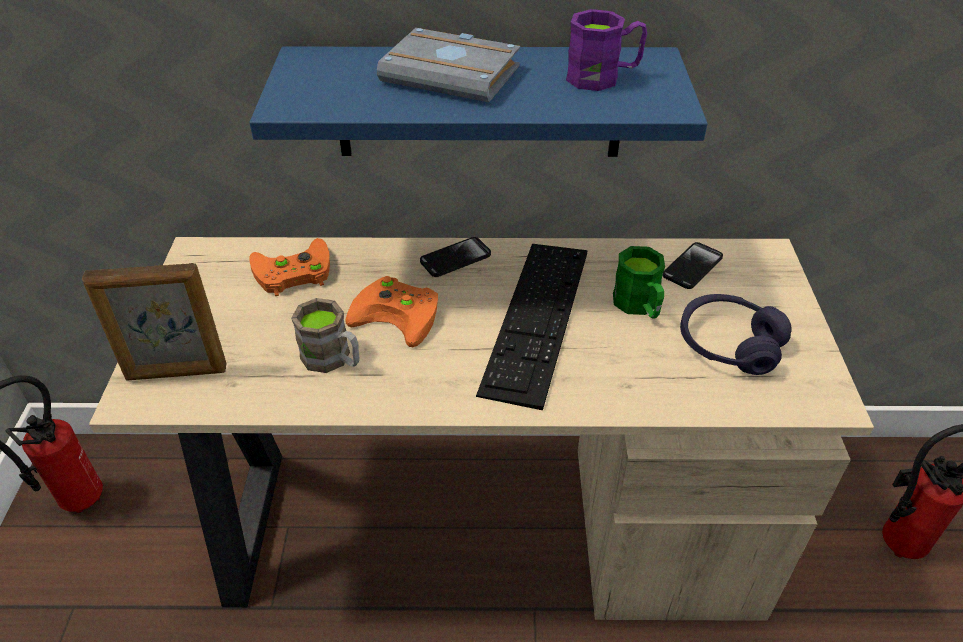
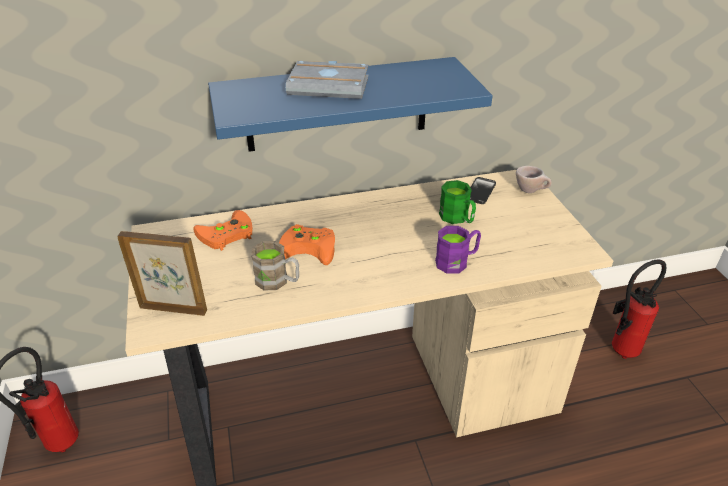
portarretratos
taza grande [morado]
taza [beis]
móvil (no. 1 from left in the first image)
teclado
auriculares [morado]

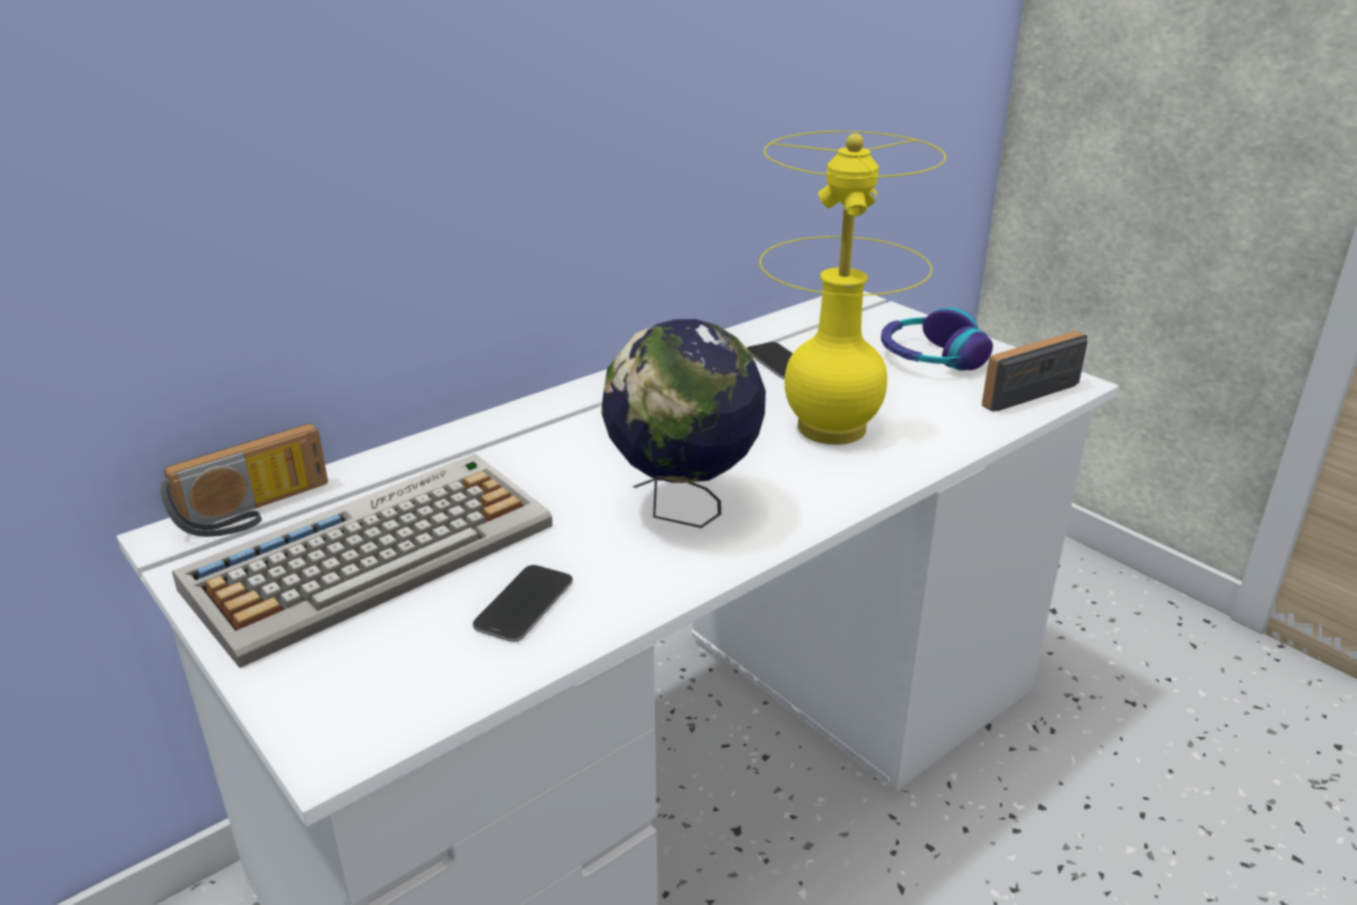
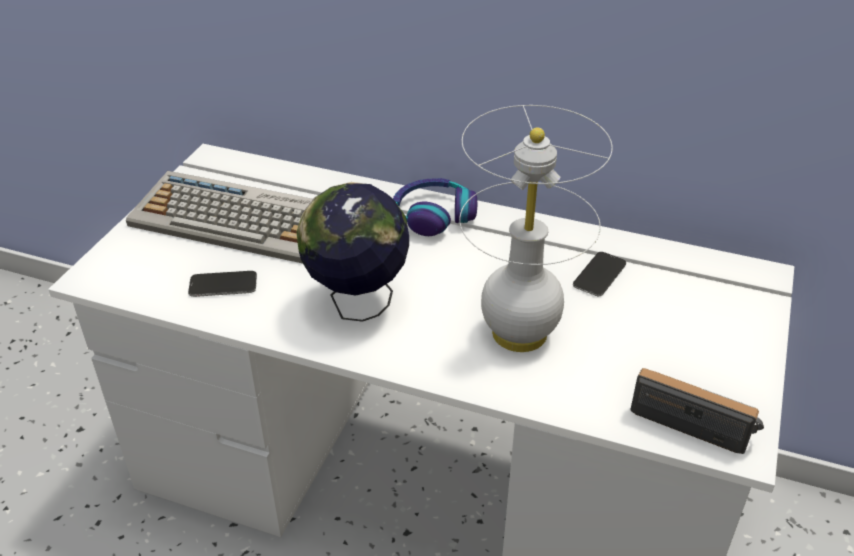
auriculares
lámpara de mesa [blanco]
radio (no. 1 from left in the first image)

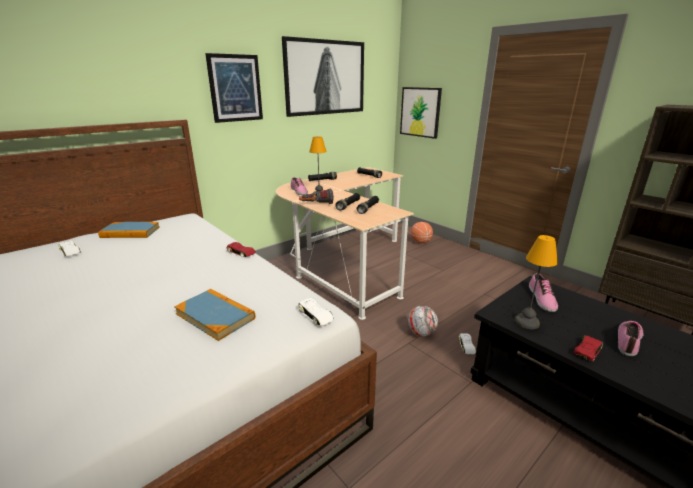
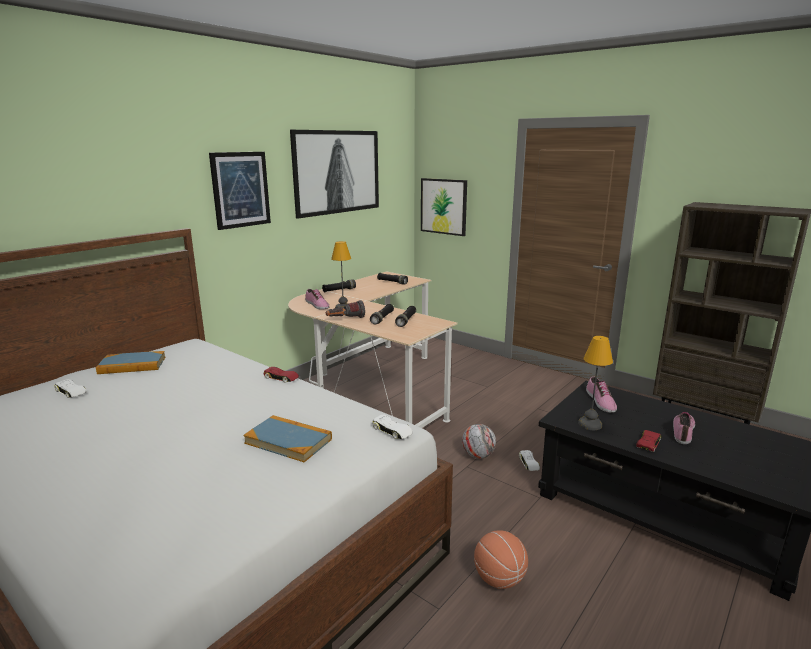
balón de baloncesto

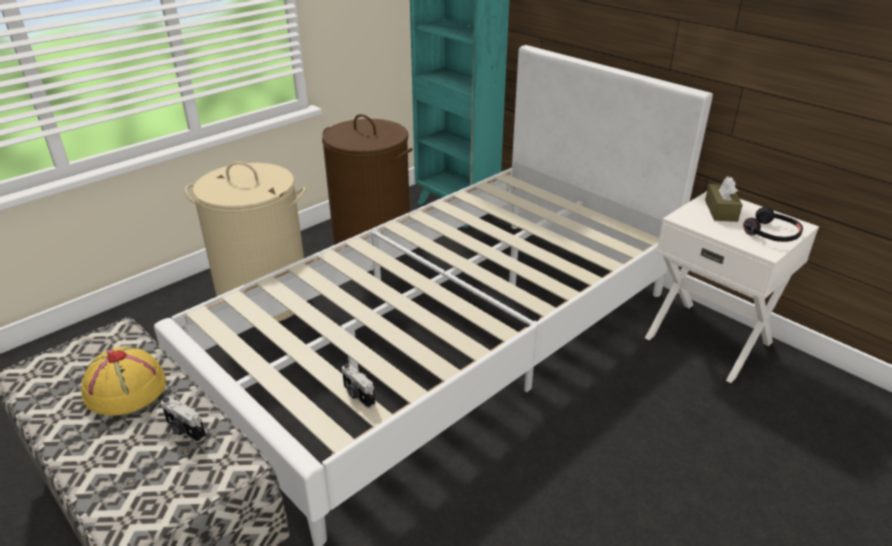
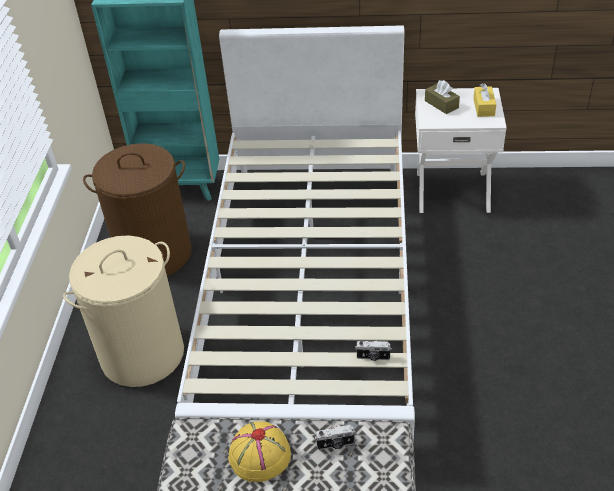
caja de pañuelos [amarillo]

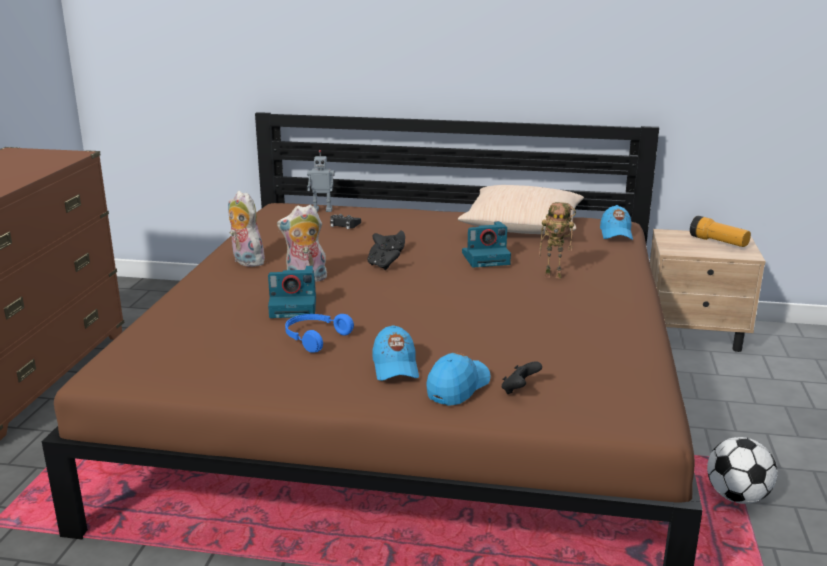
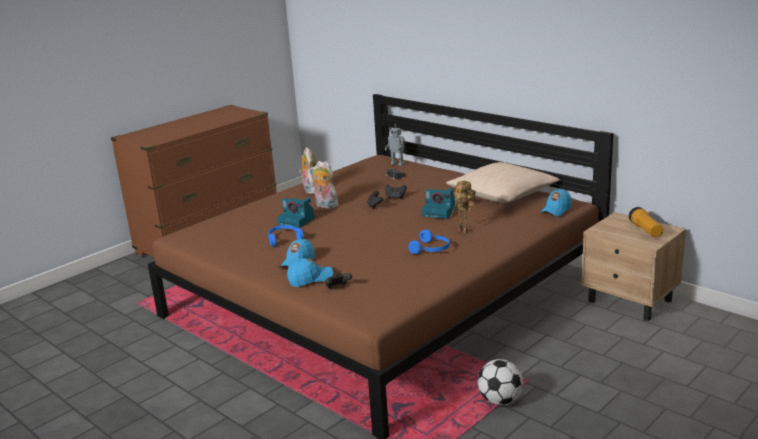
auriculares [azul] (no. 2 from left)

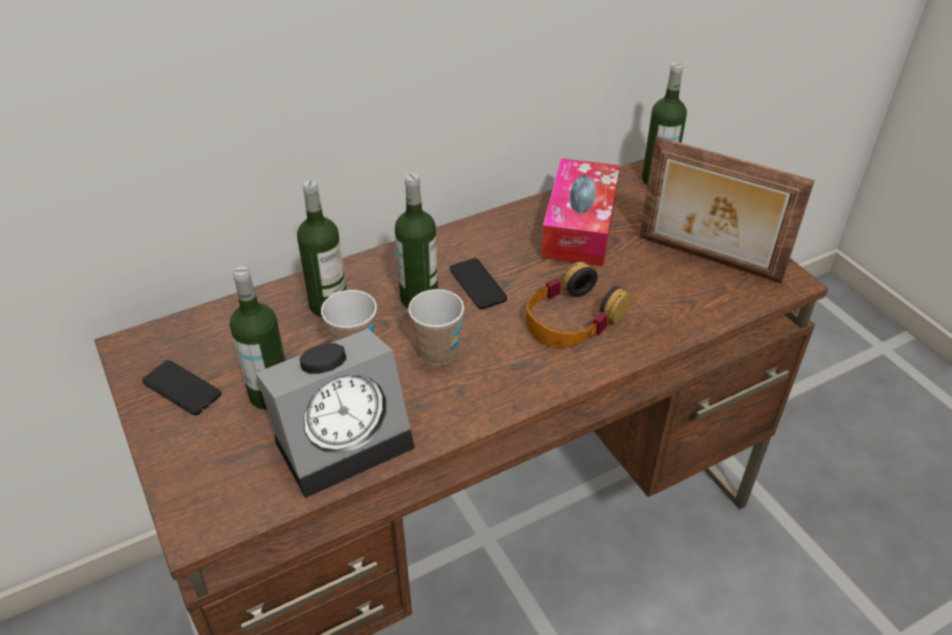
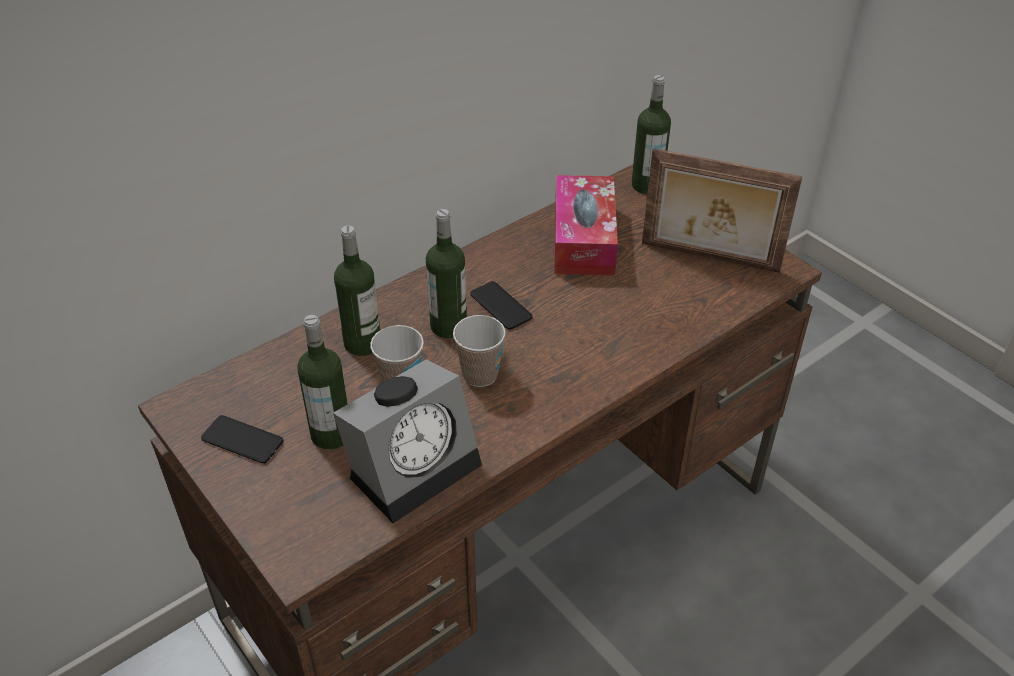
auriculares

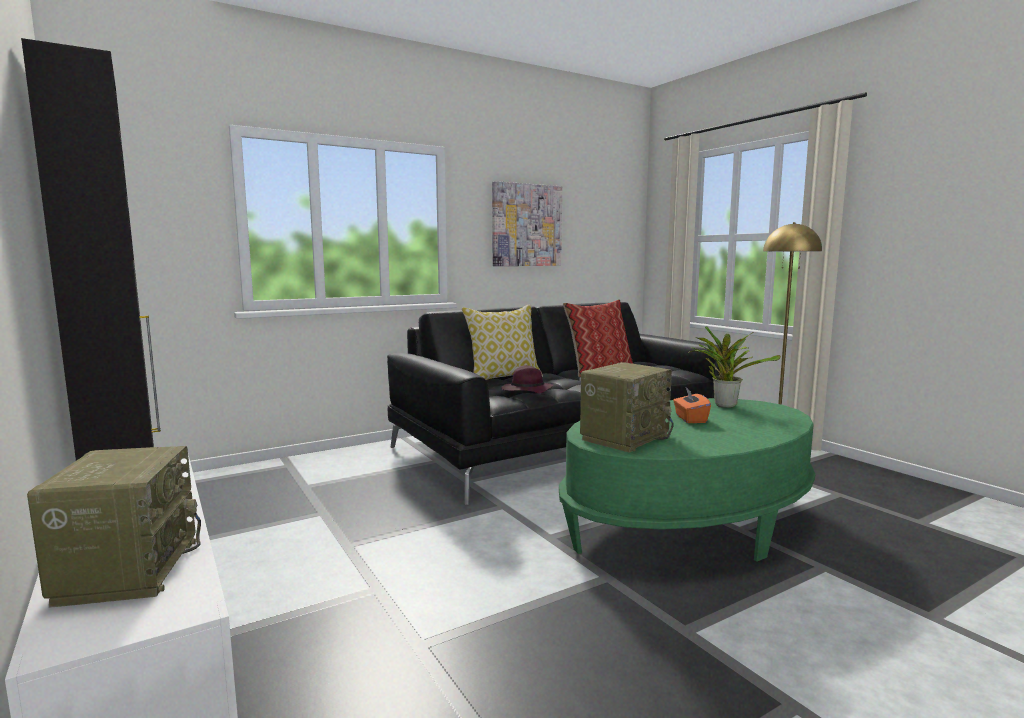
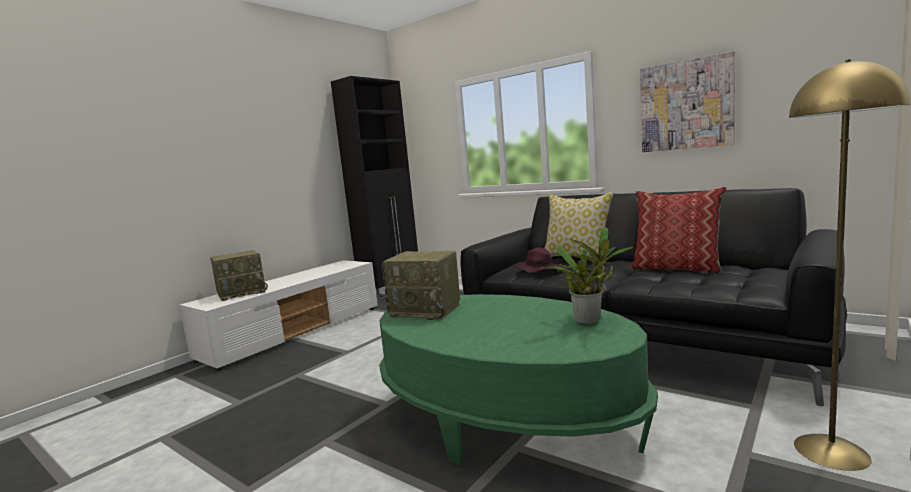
caja de pañuelos [naranja]

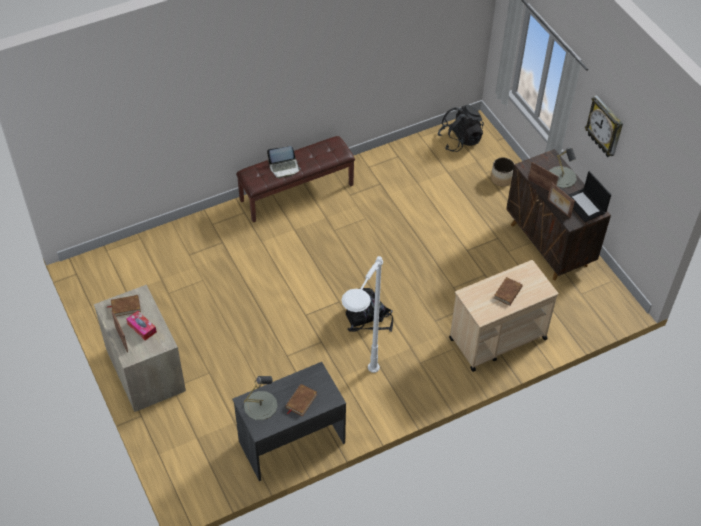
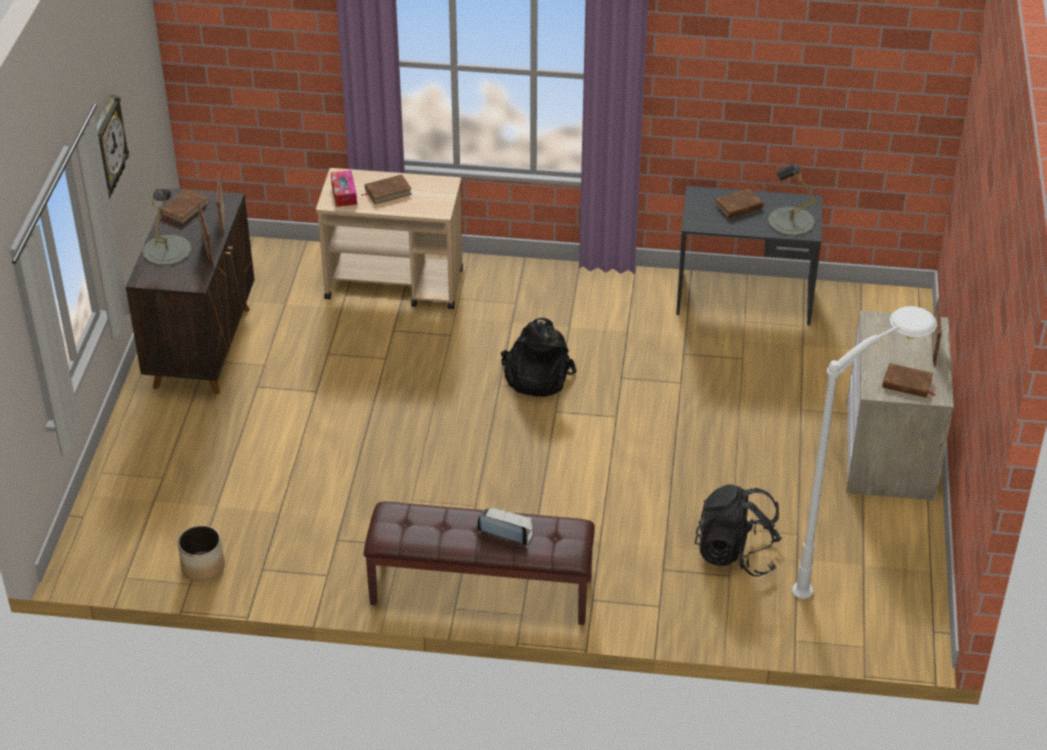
libro [marrón] (no. 1 from left)
maceta
caja de pañuelos
mochila [negro] (no. 2 from left)
lámpara de pie [blanco]

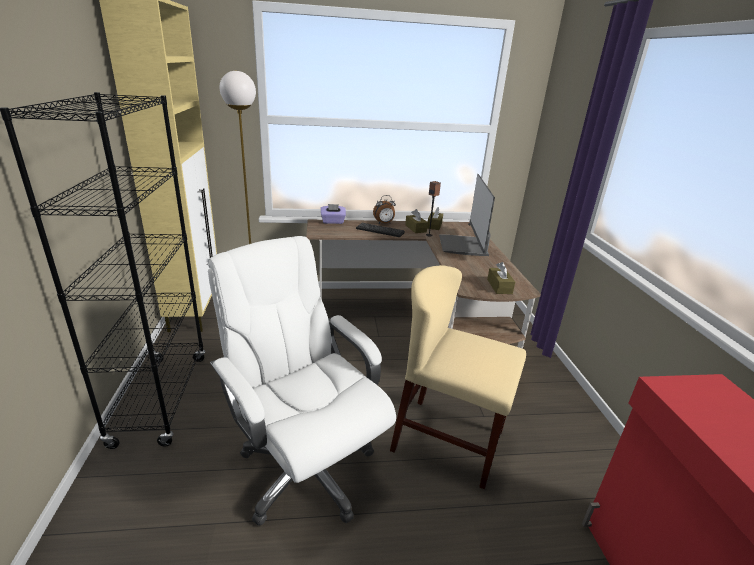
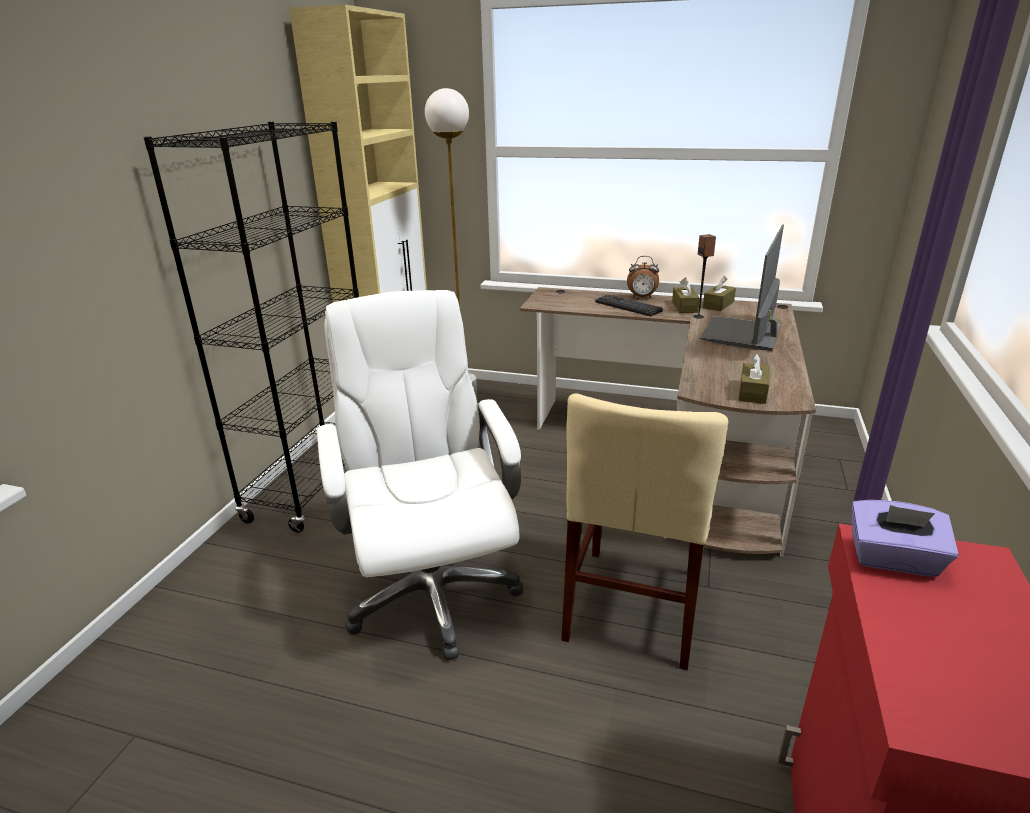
silla [beis]
caja de pañuelos [morado]

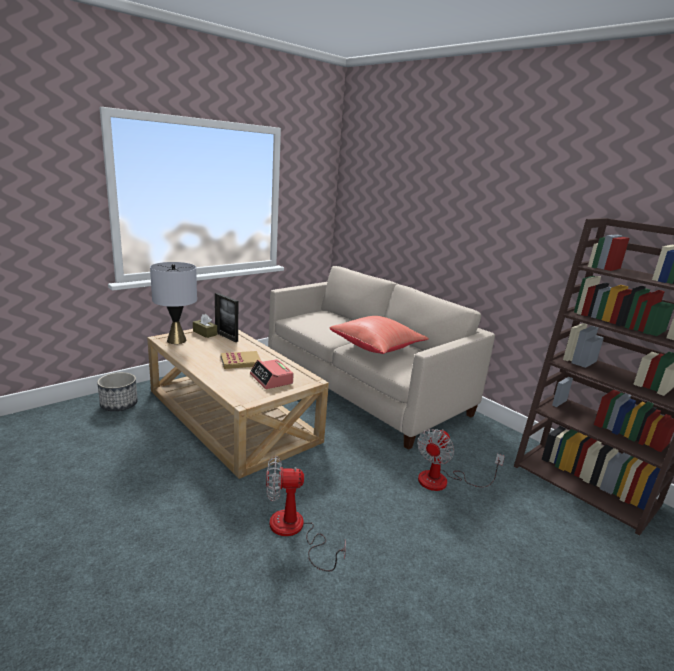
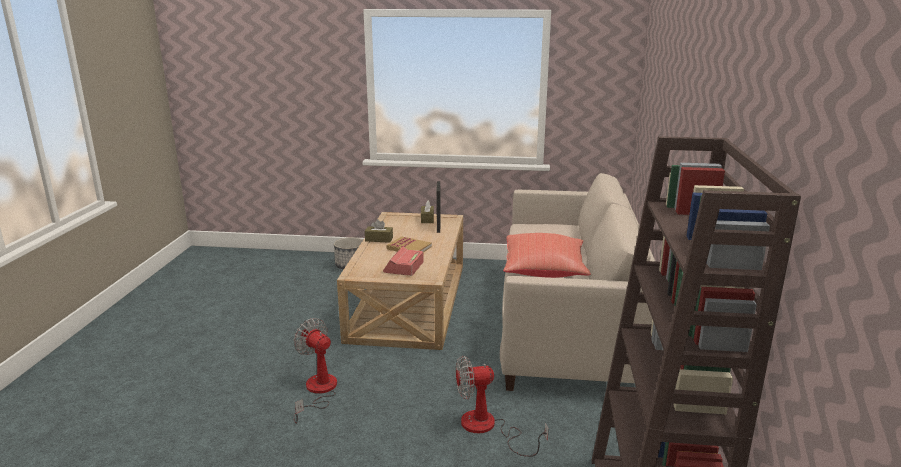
caja de pañuelos [marrón] (no. 1 from left)
lámpara de mesa [gris]

